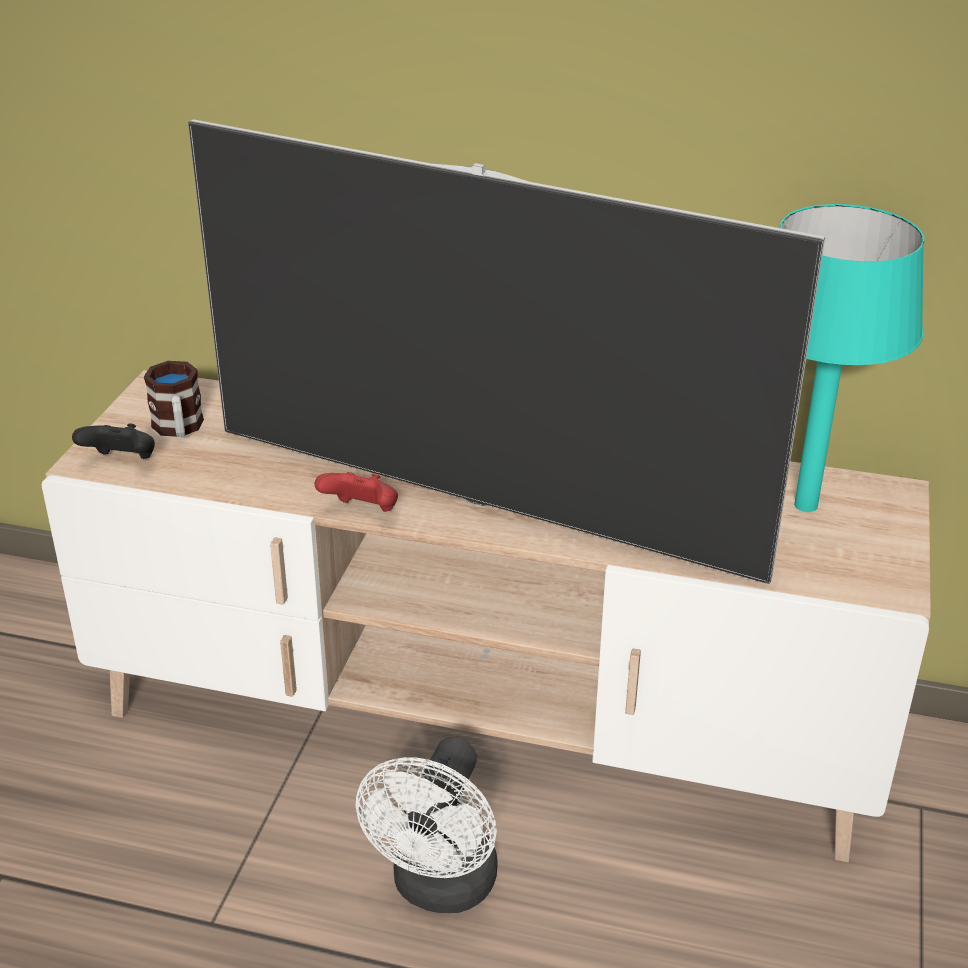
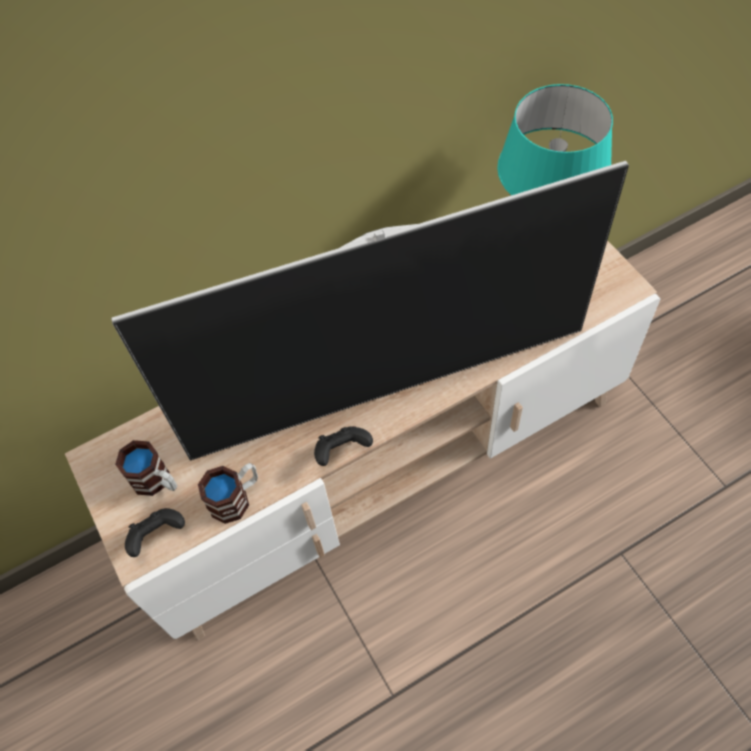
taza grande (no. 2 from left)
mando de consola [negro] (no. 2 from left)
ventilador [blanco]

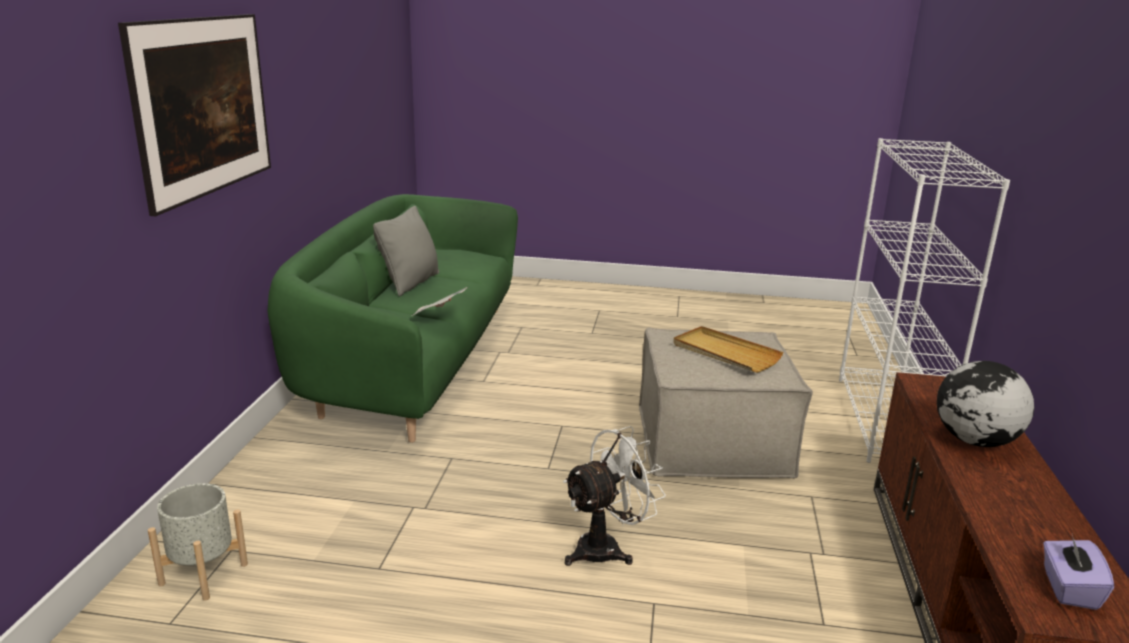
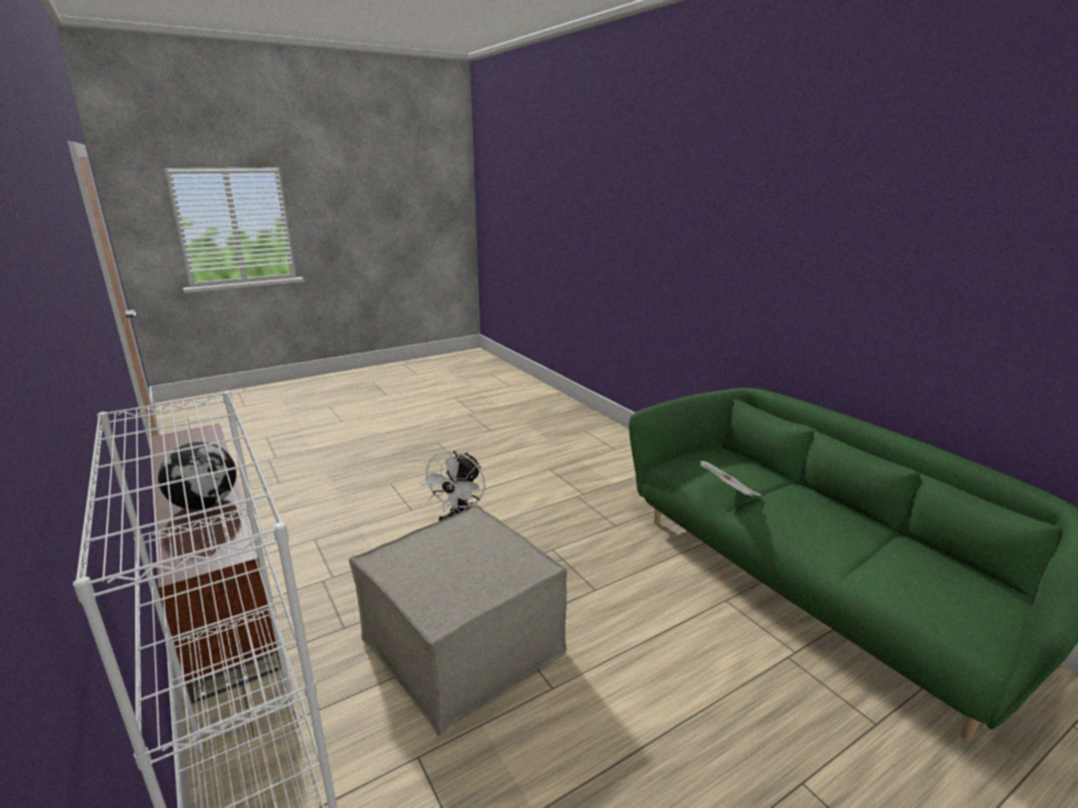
cuadro
maceta [gris]
cojín [gris]
bandeja [beis]
caja de pañuelos [morado]

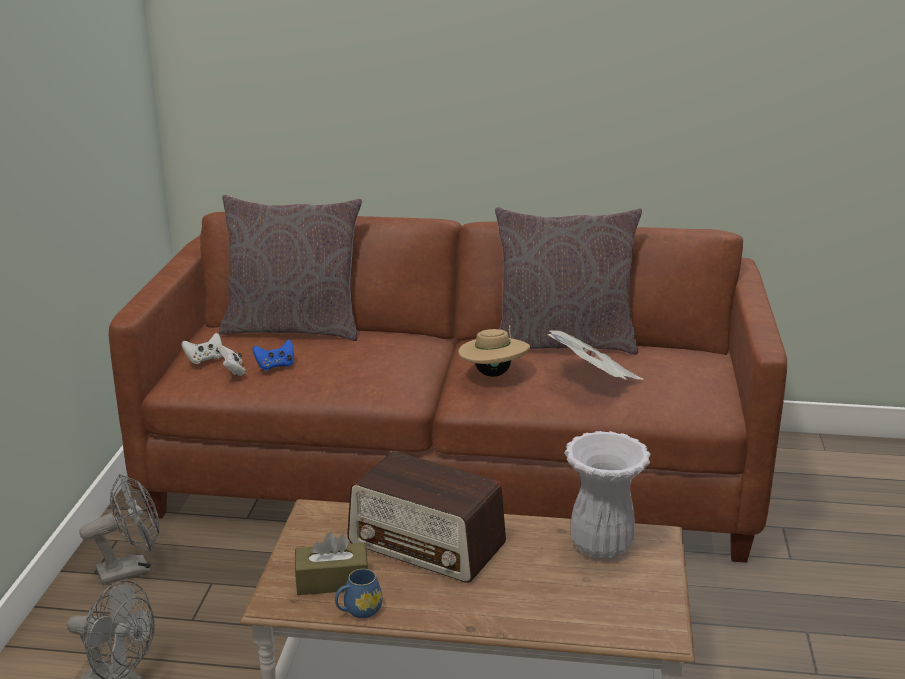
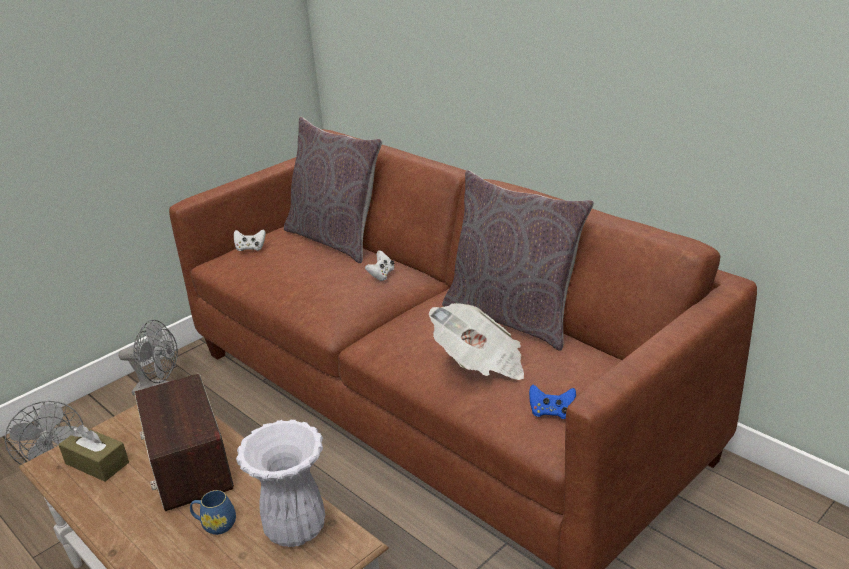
taza grande [azul]
mando de consola [blanco] (no. 2 from left)
mando de consola [azul]
sombrero [beis]

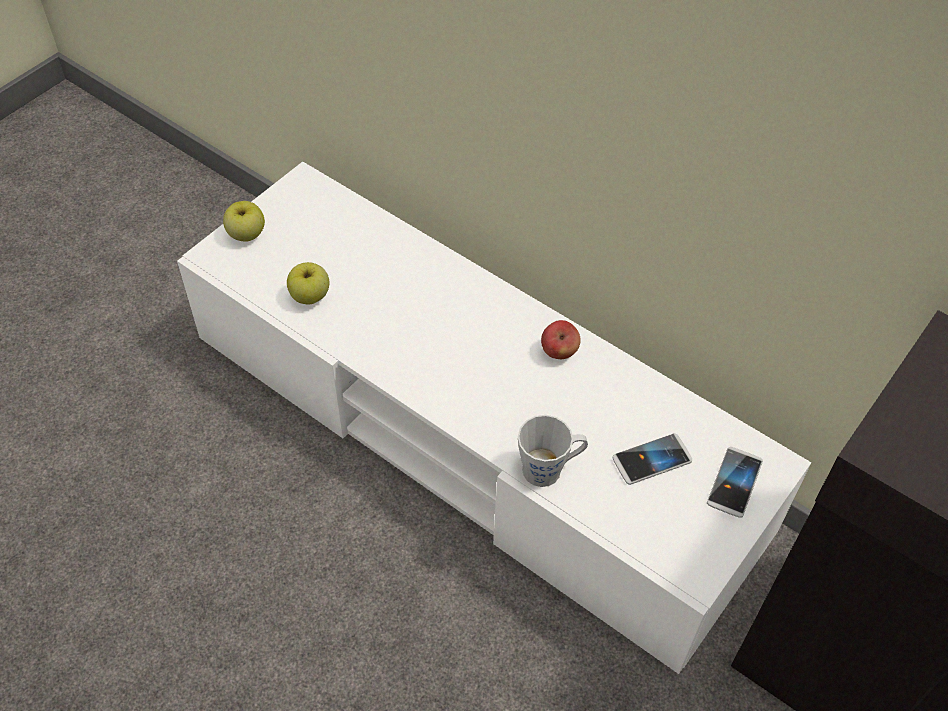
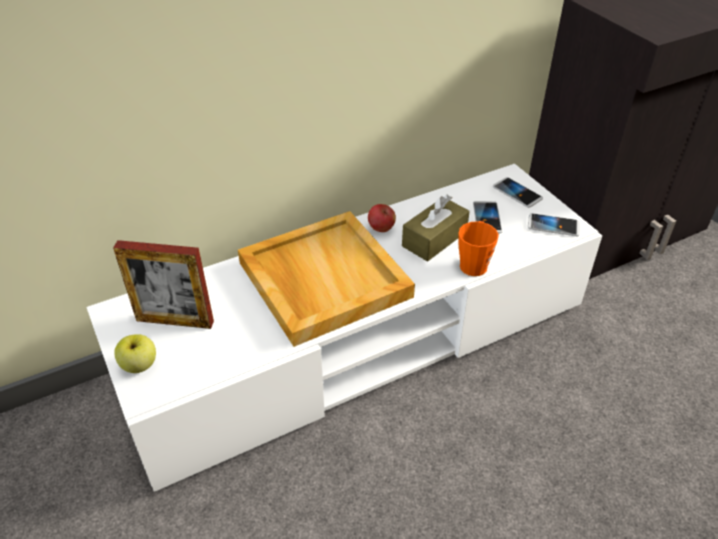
portarretratos
bandeja [beis]
caja de pañuelos [marrón]
taza grande [naranja]
móvil (no. 3 from left)
manzana (no. 2 from left in the first image)

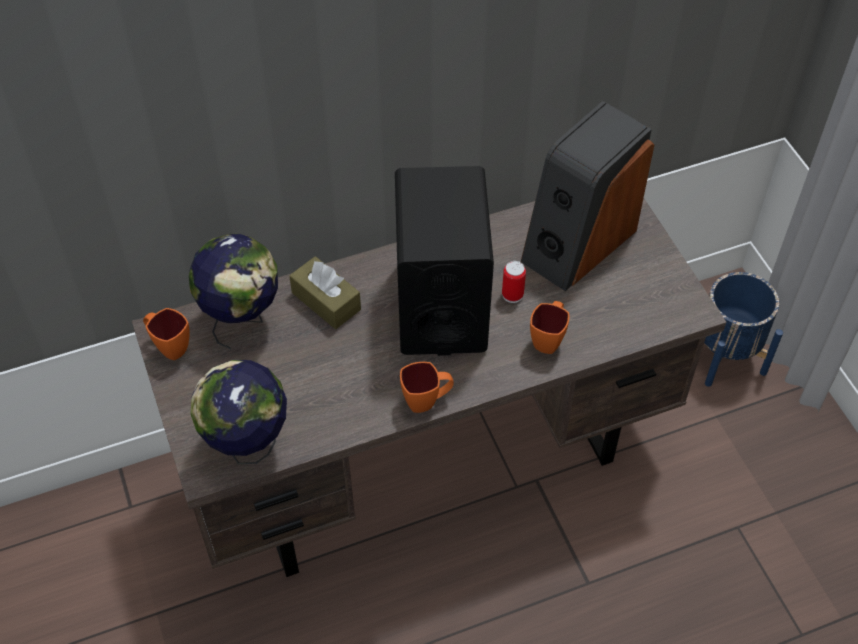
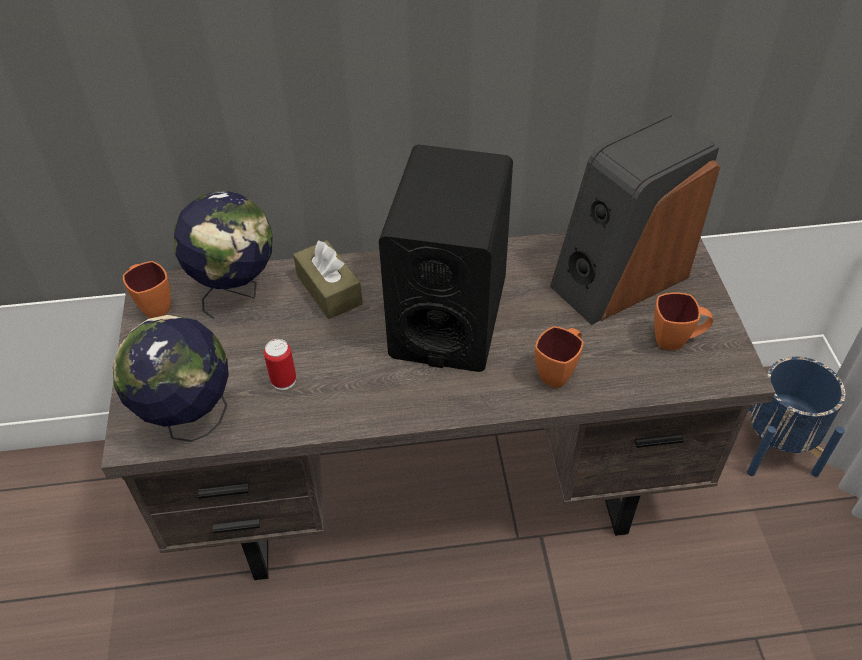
lata
taza grande [naranja] (no. 3 from left)

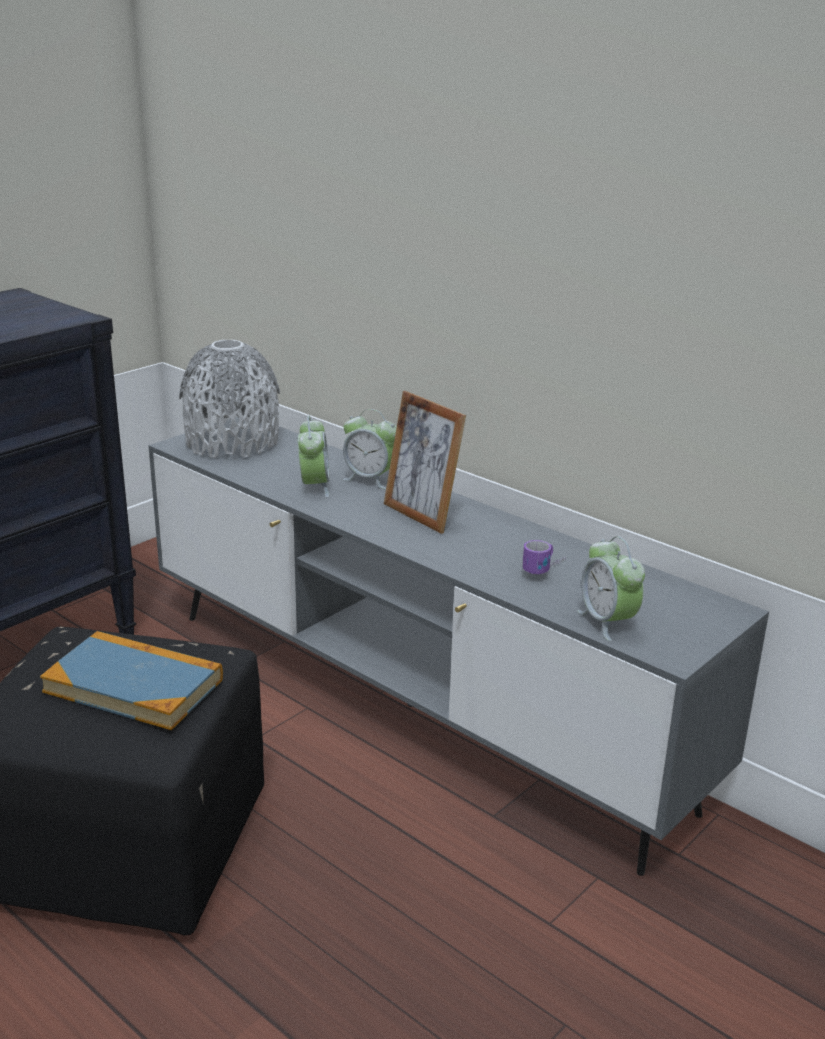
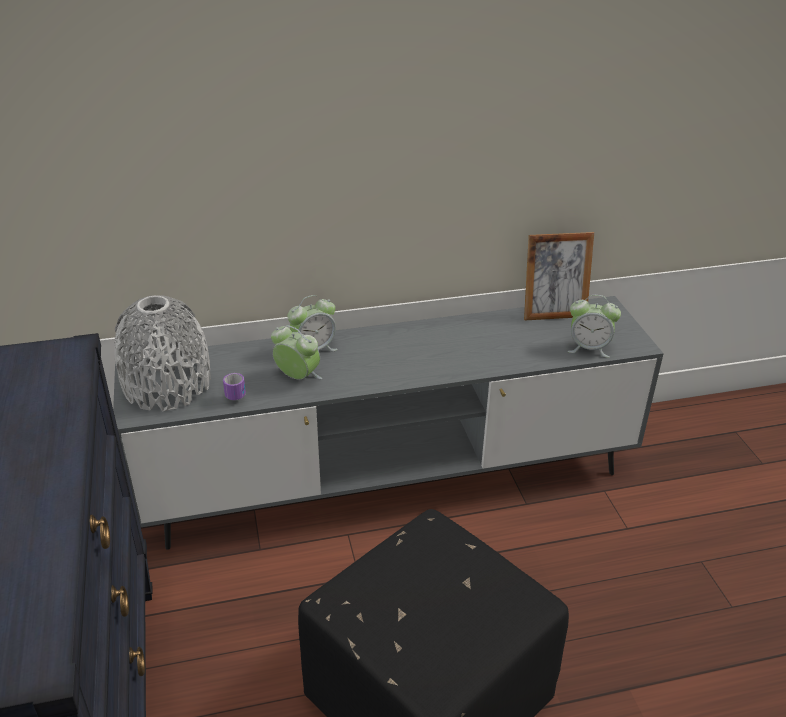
taza grande
portarretratos
libro

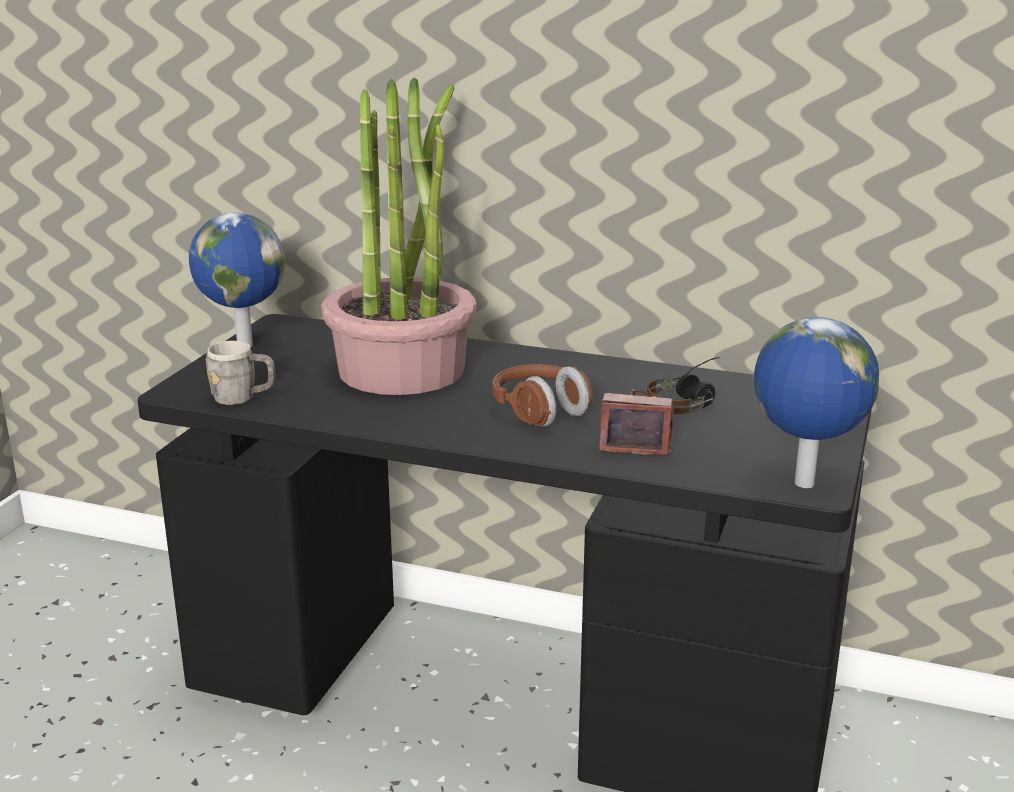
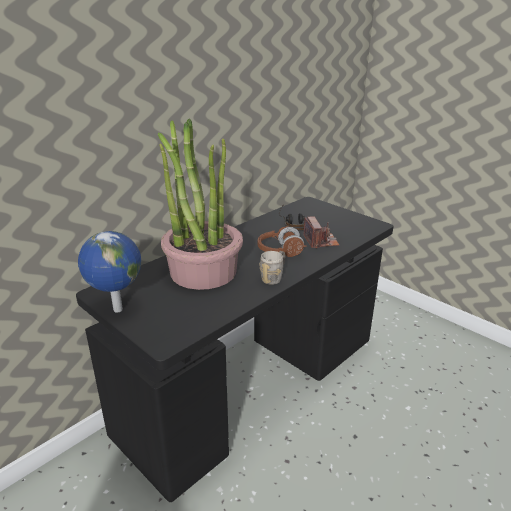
taza grande [gris]
cámara
globo terráqueo (no. 2 from left in the first image)

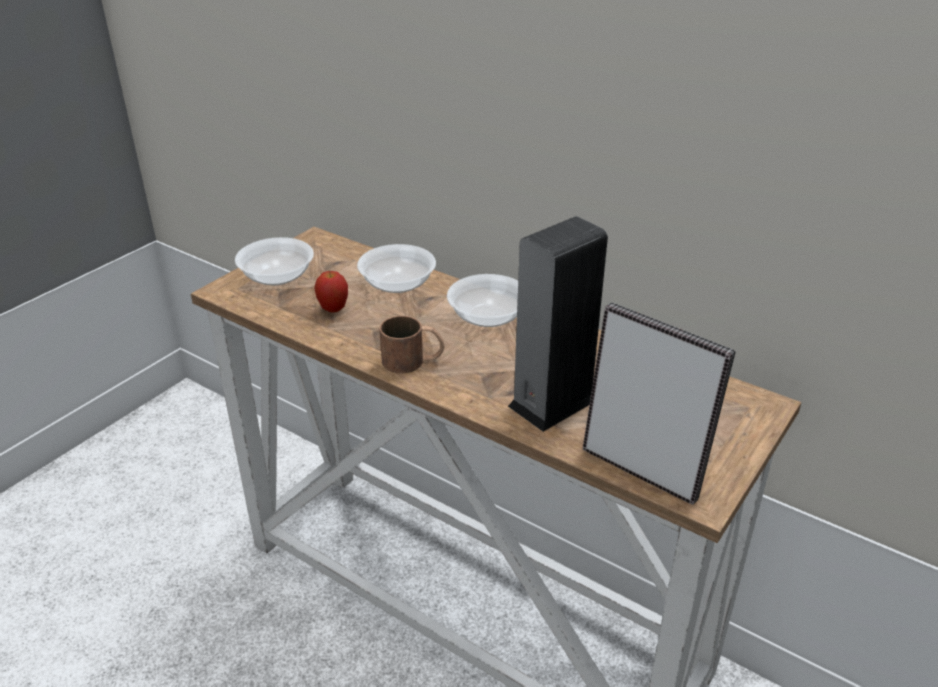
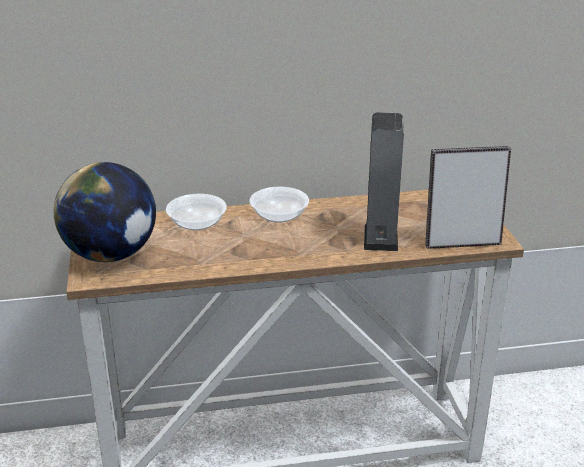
globo terráqueo
manzana
taza grande [marrón]

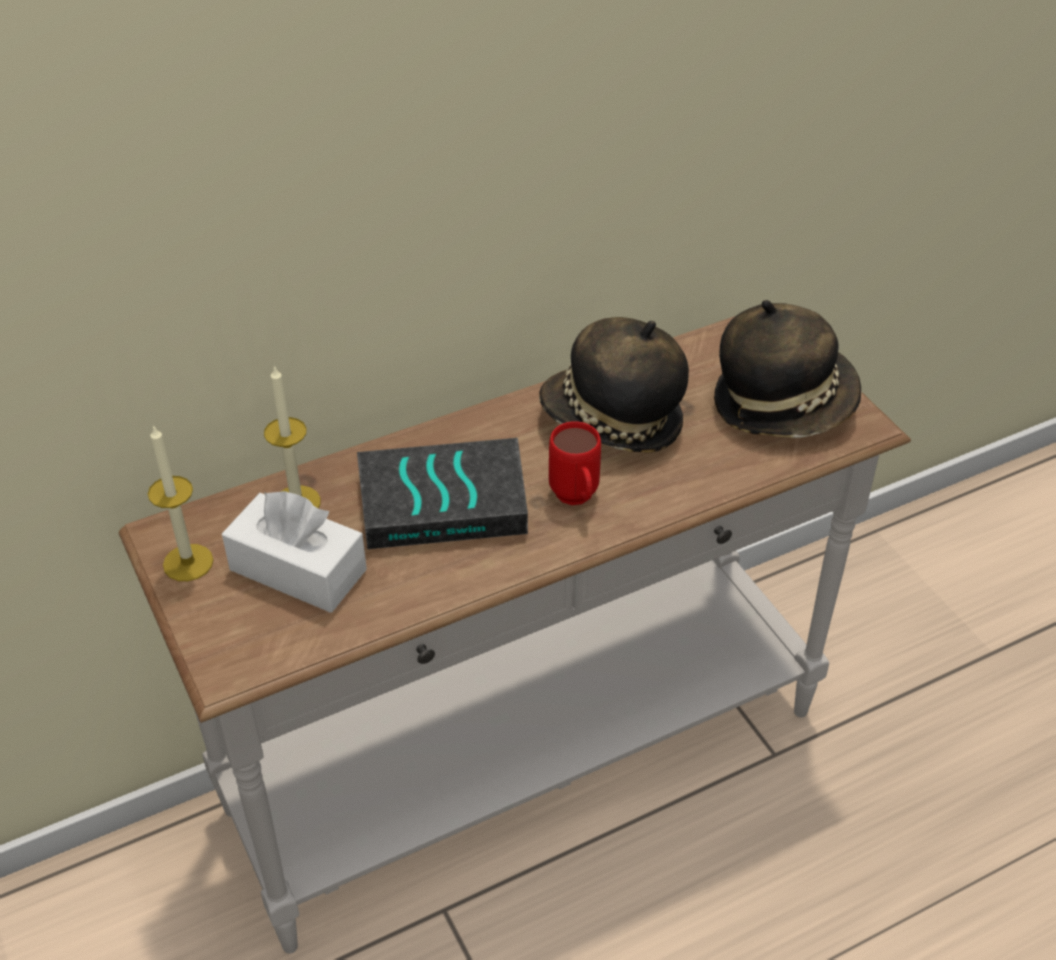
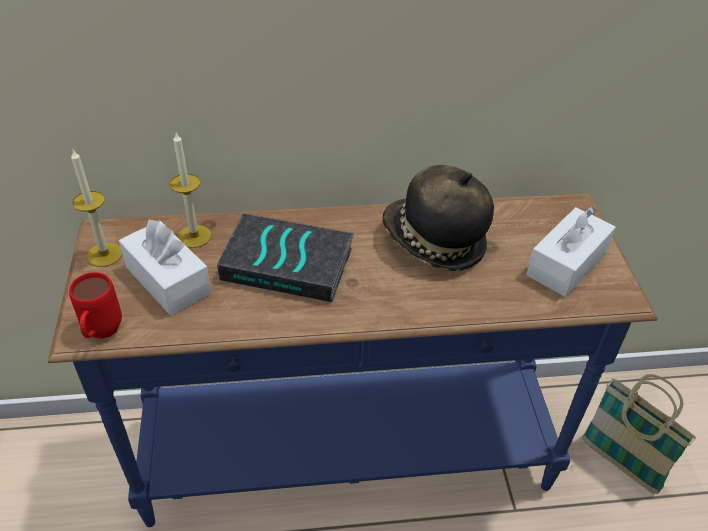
mesa consola [azul]
taza grande [rojo]
caja de pañuelos [blanco] (no. 2 from left)
cesta

